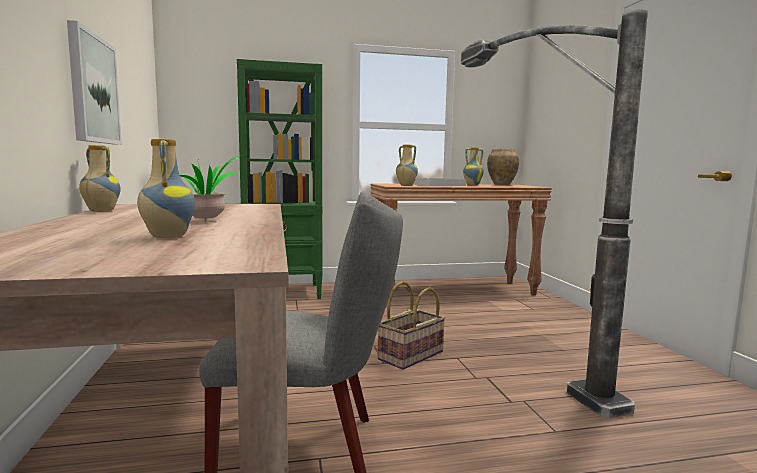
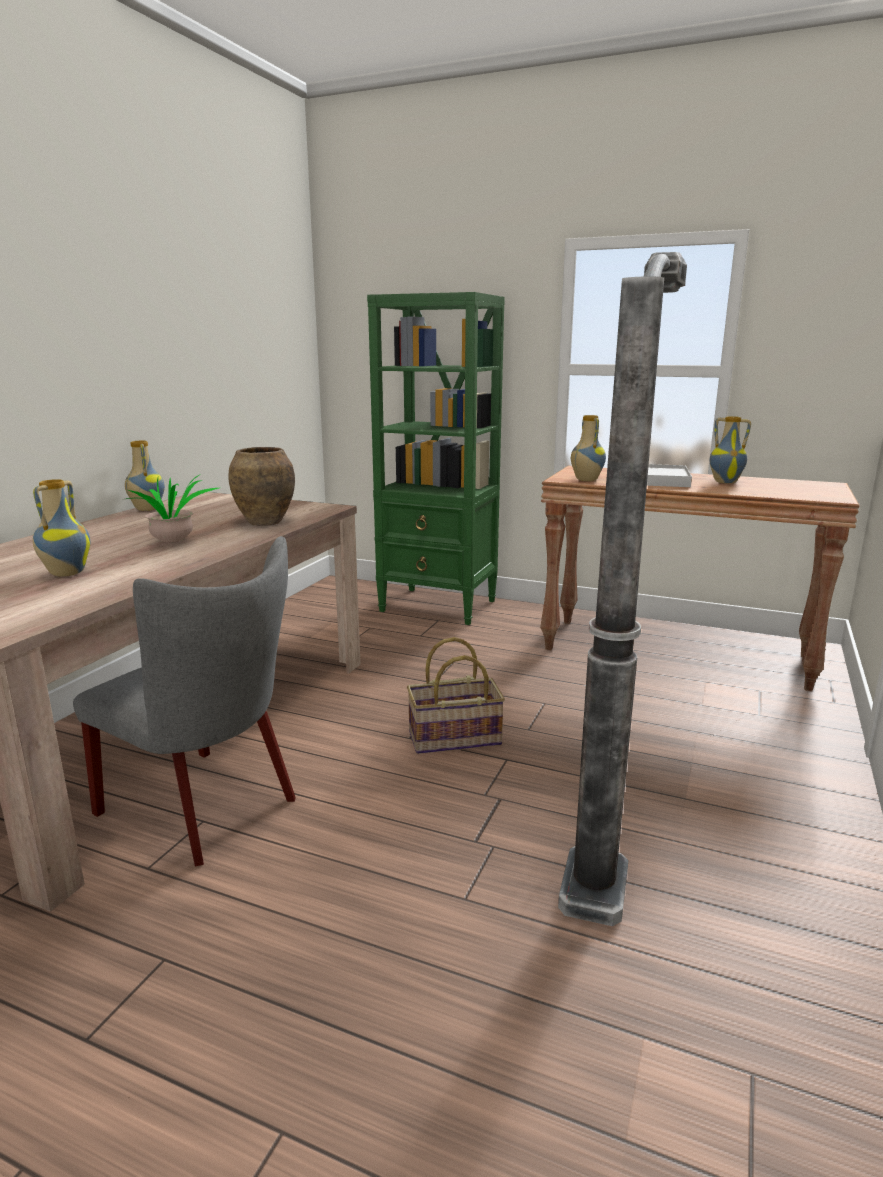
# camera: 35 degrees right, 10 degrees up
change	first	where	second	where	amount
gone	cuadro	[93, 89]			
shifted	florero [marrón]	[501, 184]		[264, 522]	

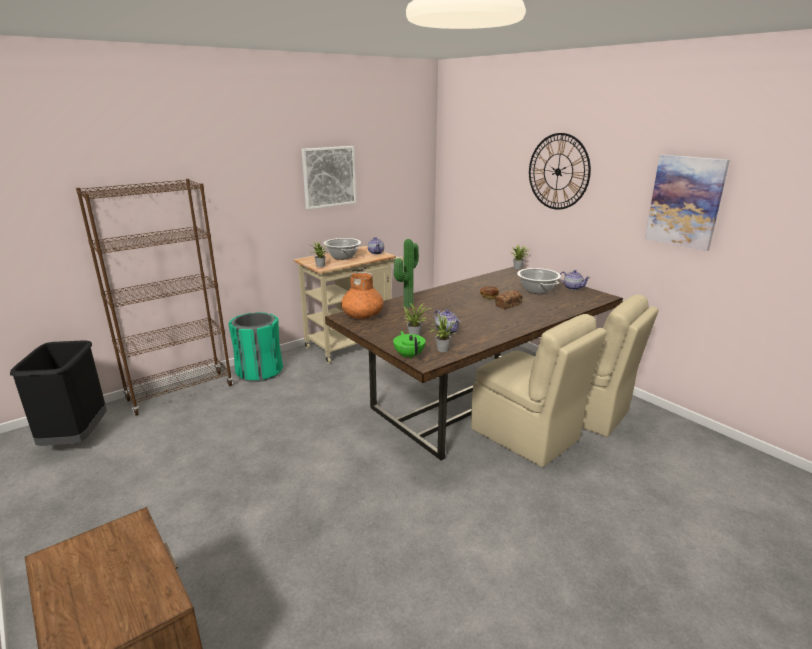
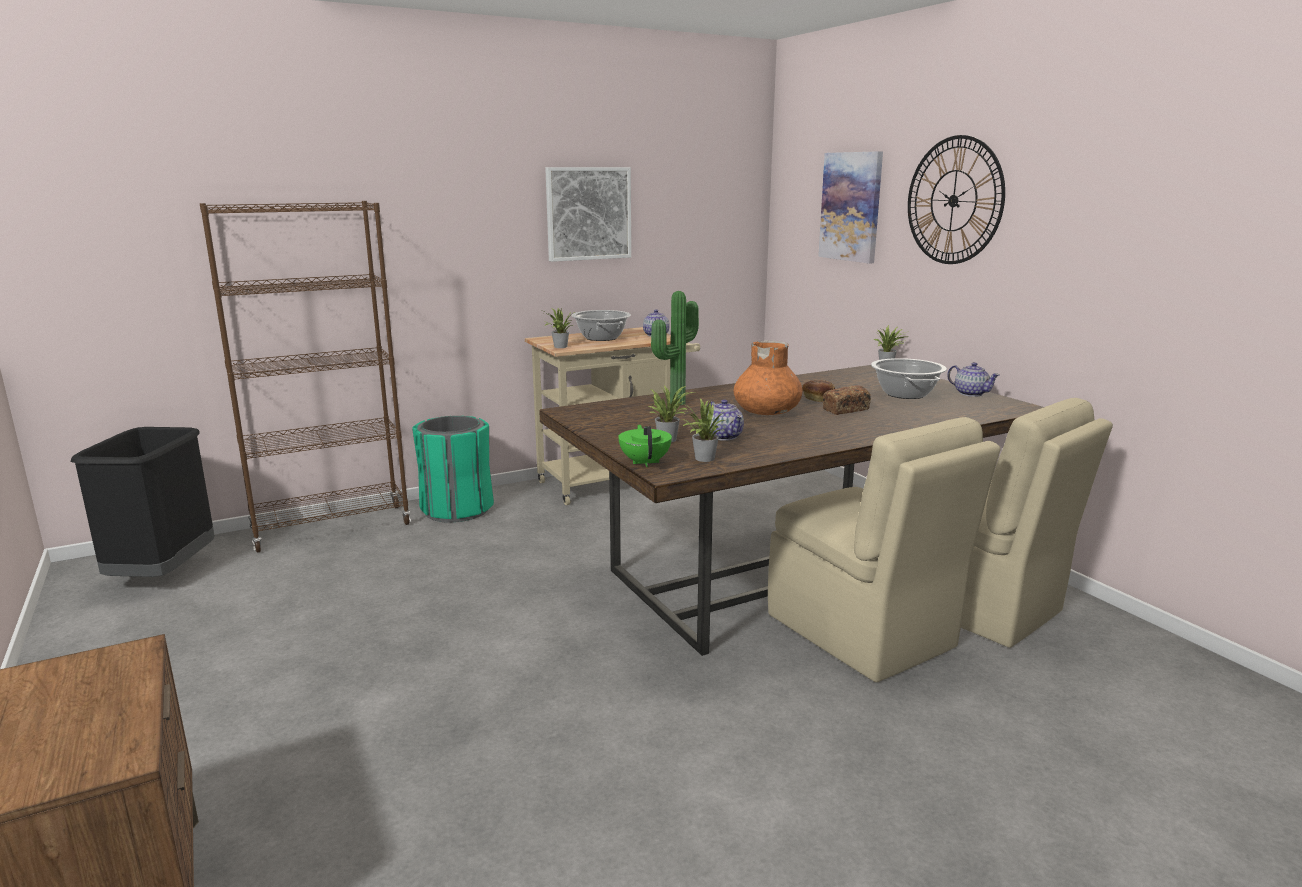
# camera: 10 degrees right, 5 degrees down
change	first	where	second	where	amount
shifted	cuadro	[685, 201]		[851, 207]	
shifted	florero [naranja]	[363, 316]		[767, 412]	

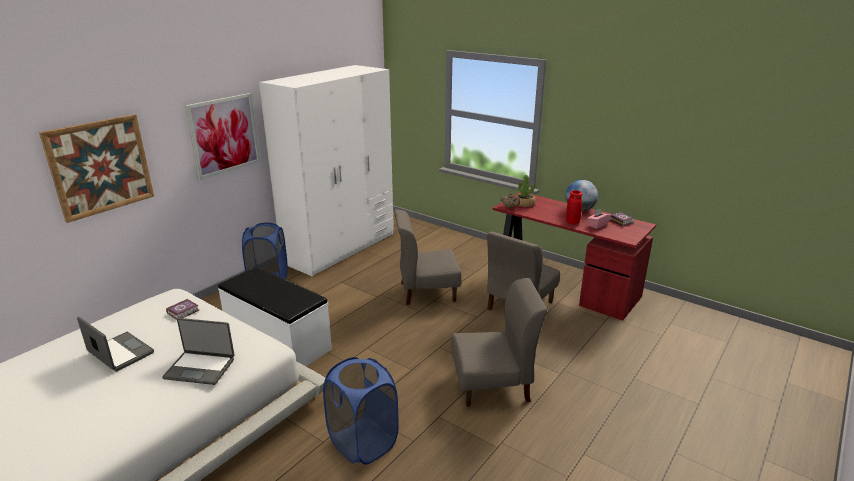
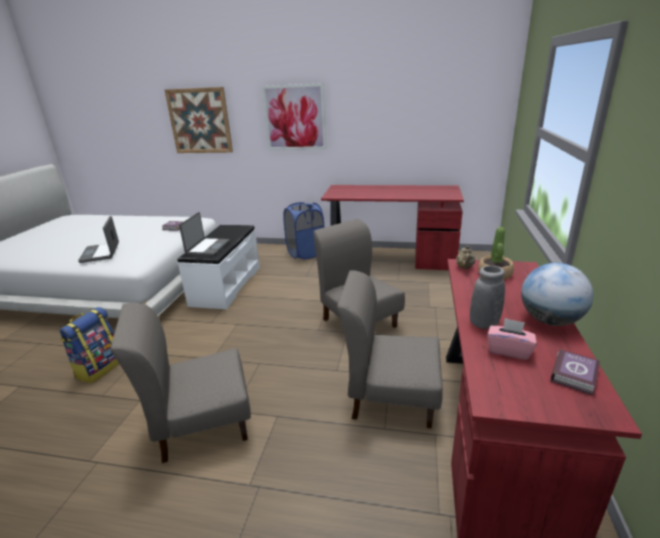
# camera: 65 degrees right, 0 degrees up
change	first	where	second	where	amount
swapped	armario ropero [blanco]	[340, 248]	escritorio [rojo]	[390, 257]	
repainted	florero [rojo]	[572, 222]	florero [gris]	[484, 323]	
rotated	silla [gris]	[492, 385]		[202, 424]	105 degrees clockwise
shifted	portátil	[119, 353]		[207, 248]	
swapped	cesto de la ropa [azul]	[363, 442]	mochila	[100, 368]	

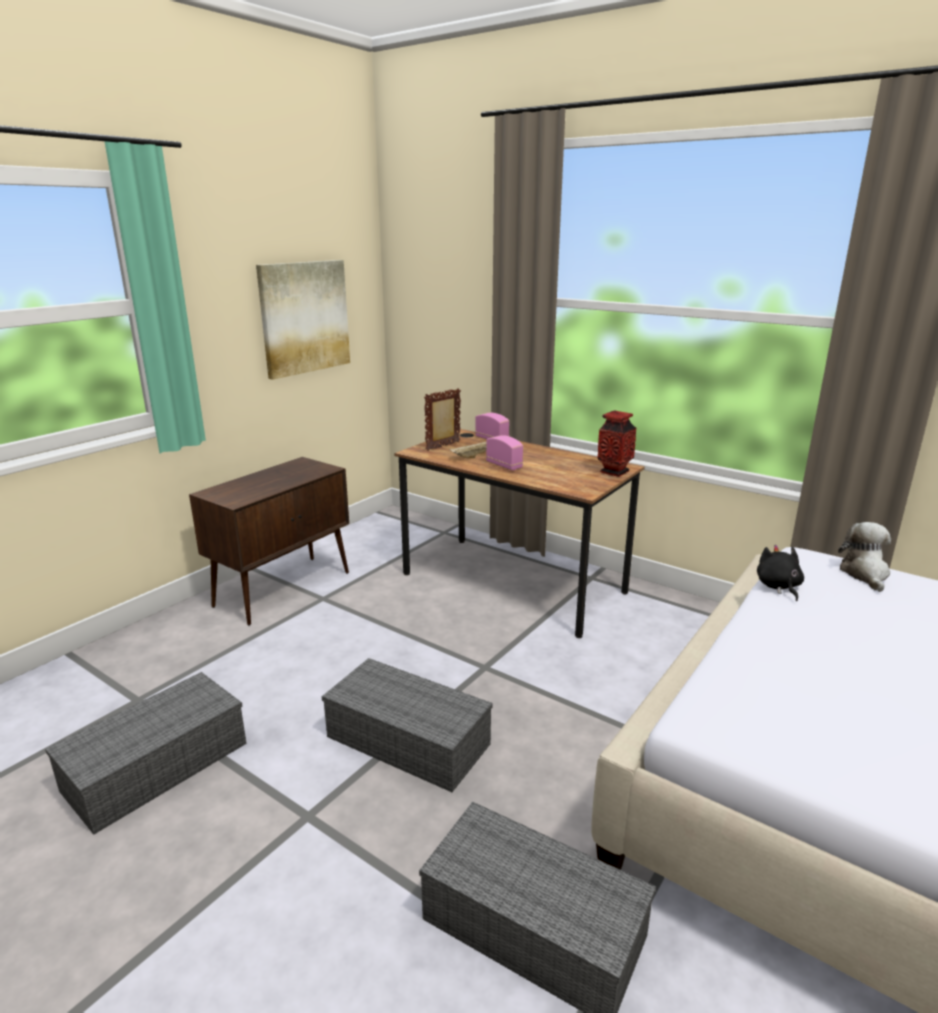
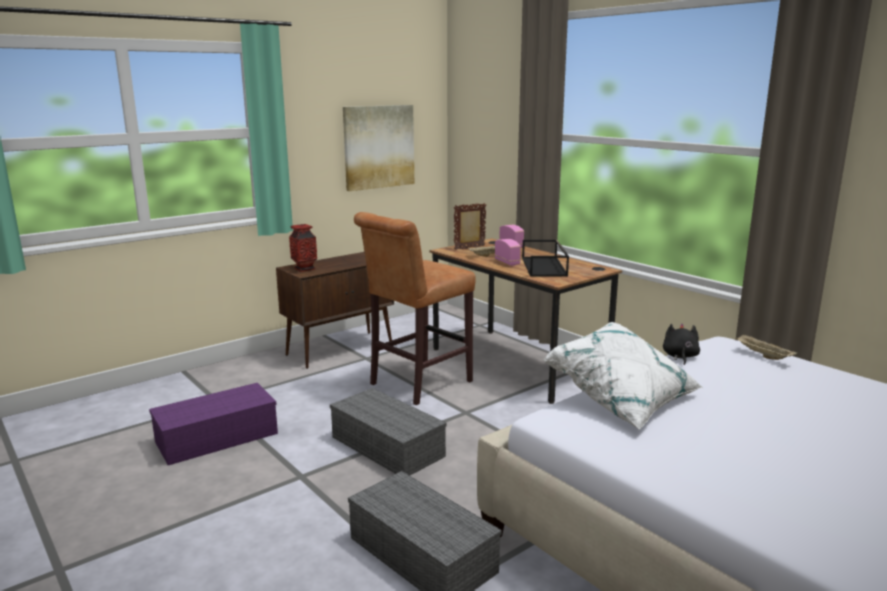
# camera: 15 degrees right, 5 degrees down
change	first	where	second	where	amount
shifted	florero	[614, 472]		[304, 269]	
swapped	peluche	[865, 574]	bandeja [beis]	[762, 355]	
repainted	caja de almacenaje [gris]	[158, 764]	caja de almacenaje [morado]	[218, 436]	
new			taburete [marrón]	[416, 384]	
new			bandeja [negro]	[544, 267]	
new			cojín [blanco]	[622, 398]	

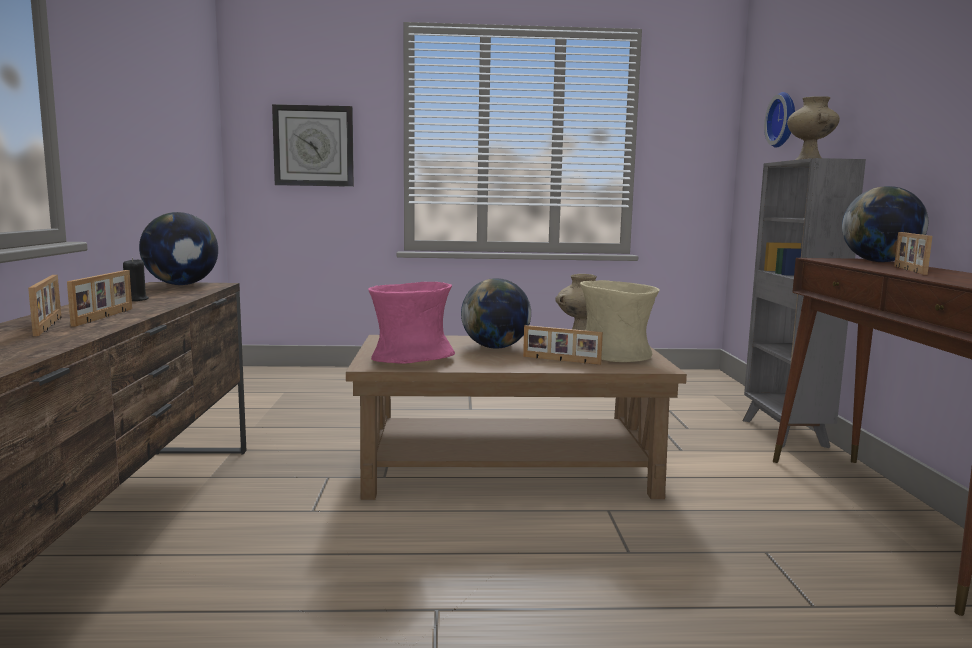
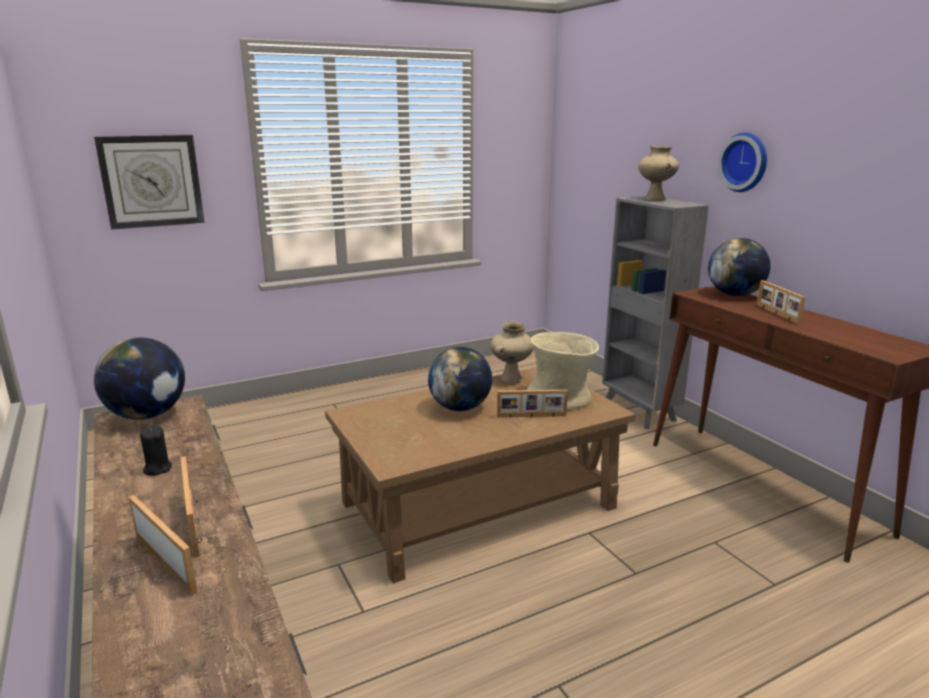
# camera: 25 degrees left, 10 degrees up
change	first	where	second	where	amount
shifted	reloj de pared	[784, 120]		[745, 162]	
gone	florero [rosa]	[411, 359]			

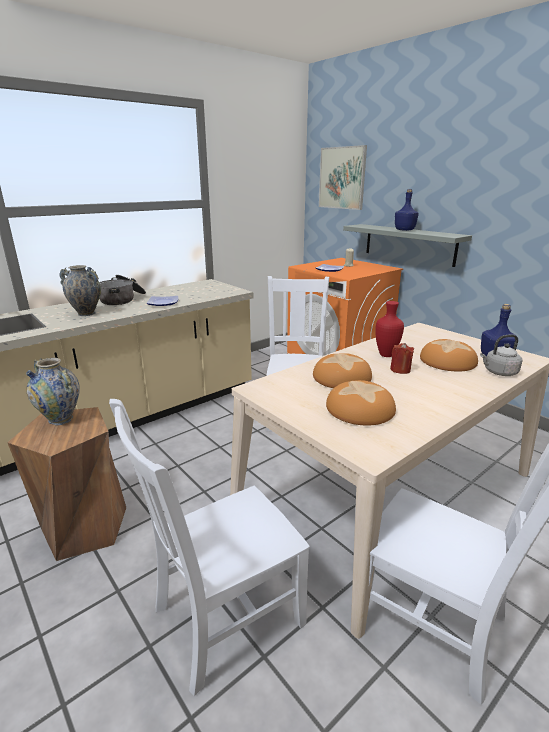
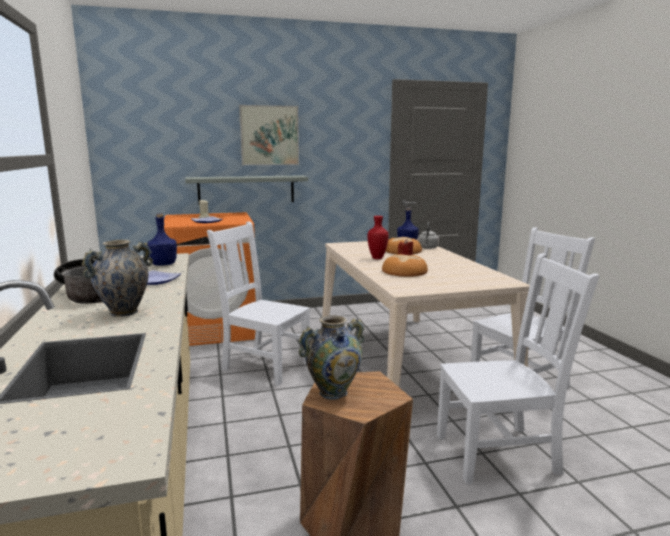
# camera: 65 degrees left, 10 degrees down
change	first	where	second	where	amount
shifted	cuadro	[342, 178]		[269, 135]	
shifted	botella [azul]	[404, 230]		[163, 264]	
gone	pan	[360, 409]			
rotated	silla [blanco]	[223, 618]		[500, 453]	90 degrees counterclockwise

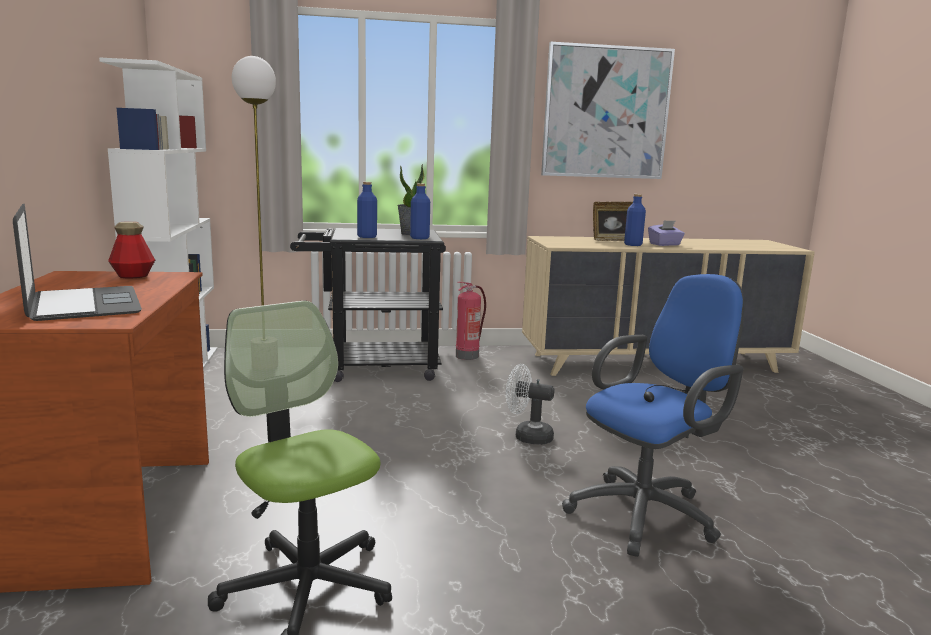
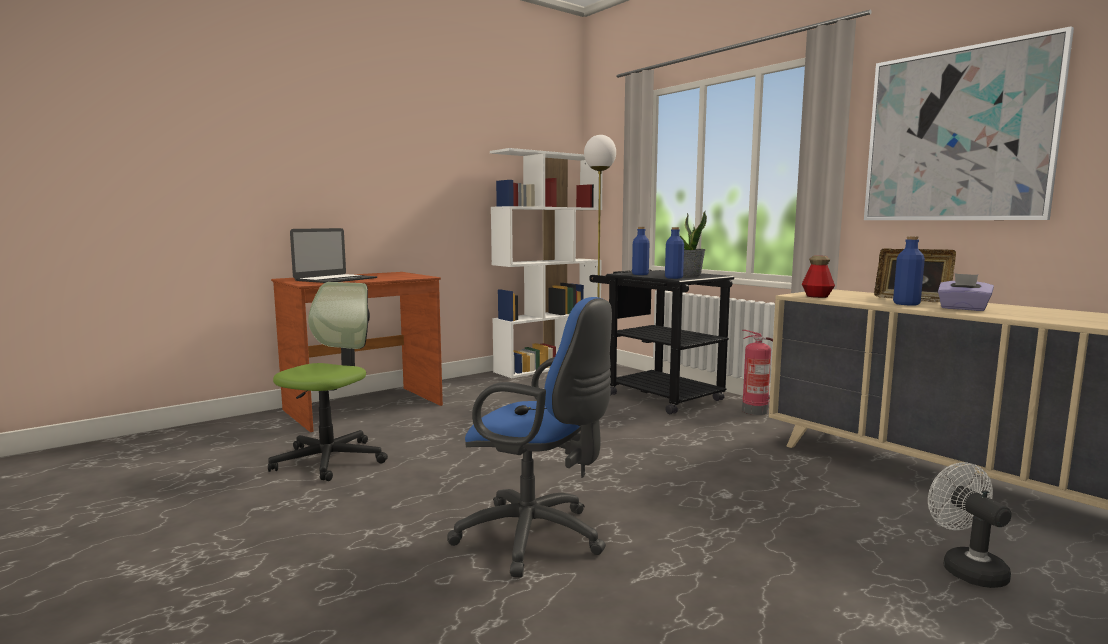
# camera: 60 degrees right, 5 degrees down
change	first	where	second	where	amount
shifted	botella	[133, 276]		[817, 296]	
shifted	ventilador [blanco]	[527, 436]		[966, 568]	

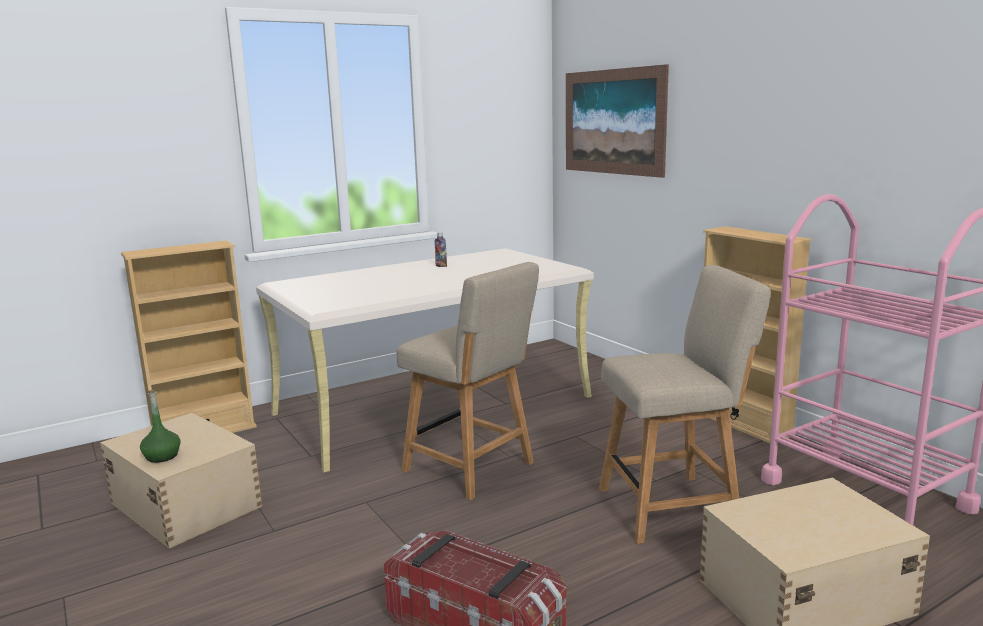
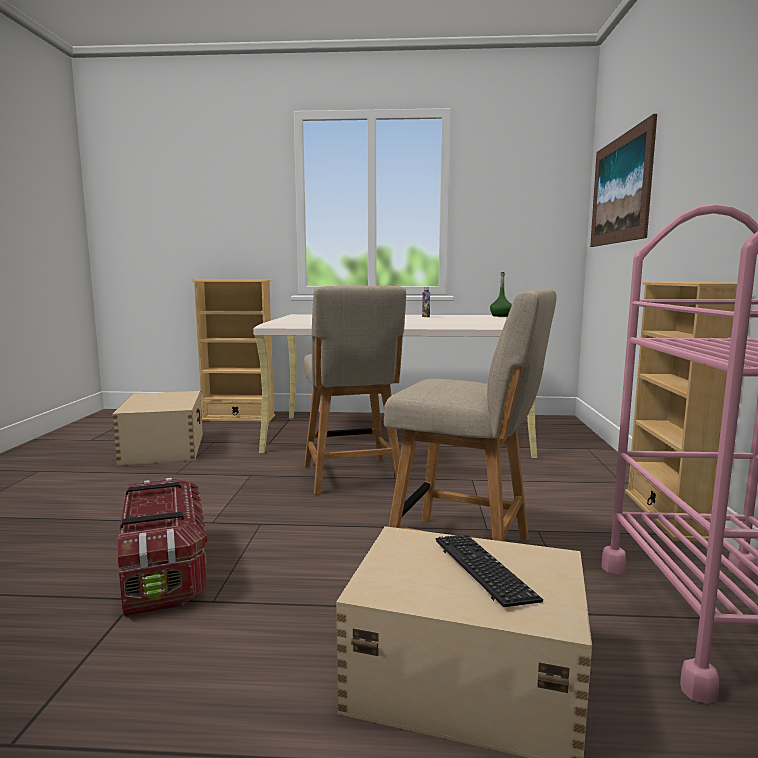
# camera: 35 degrees right, 5 degrees down
change	first	where	second	where	amount
shifted	botella [verde]	[162, 456]		[501, 316]	
new			teclado	[483, 571]	

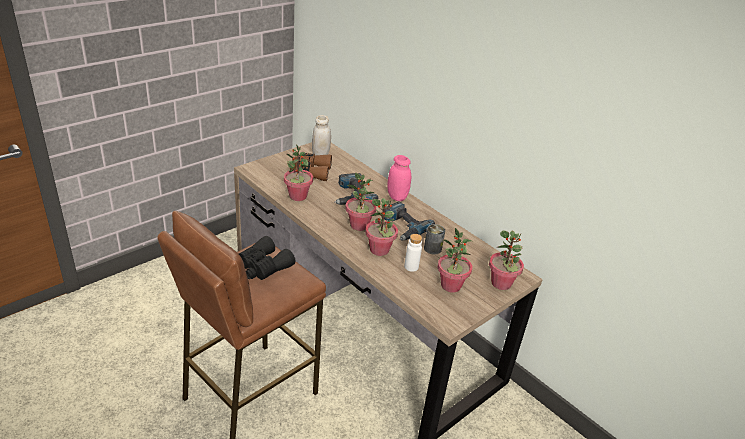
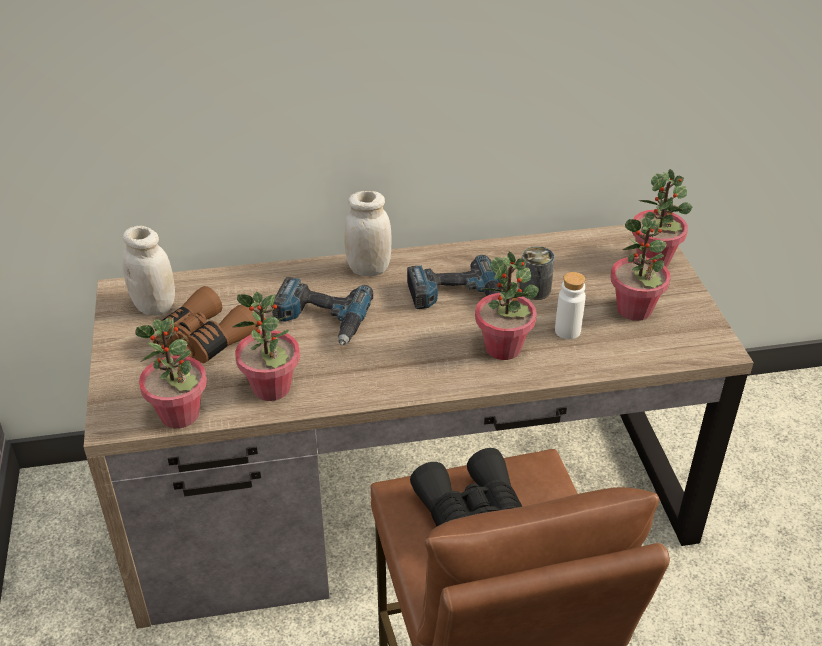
# camera: 55 degrees left, 5 degrees up
change	first	where	second	where	amount
repainted	tarro [rosa]	[397, 197]	tarro [blanco]	[368, 269]	
shifted	planta en maceta	[359, 225]		[180, 415]	

